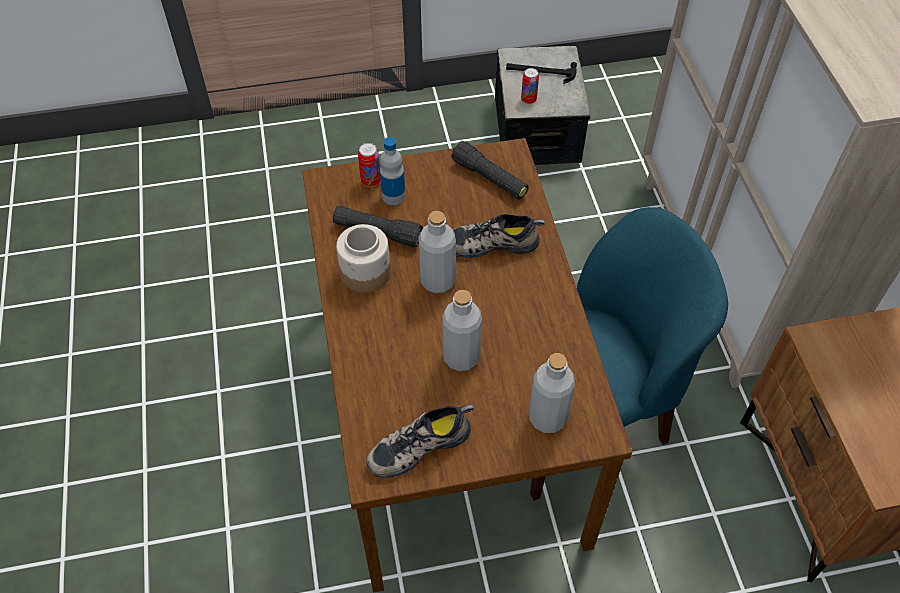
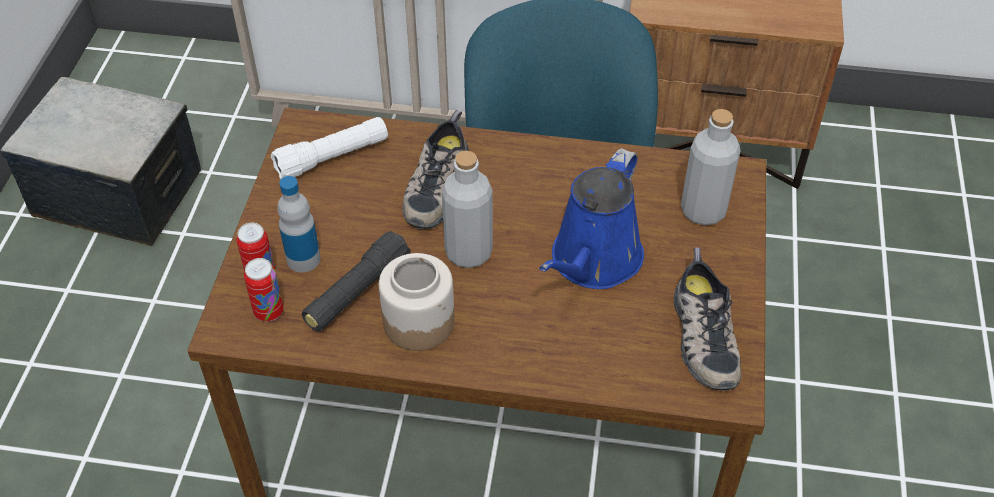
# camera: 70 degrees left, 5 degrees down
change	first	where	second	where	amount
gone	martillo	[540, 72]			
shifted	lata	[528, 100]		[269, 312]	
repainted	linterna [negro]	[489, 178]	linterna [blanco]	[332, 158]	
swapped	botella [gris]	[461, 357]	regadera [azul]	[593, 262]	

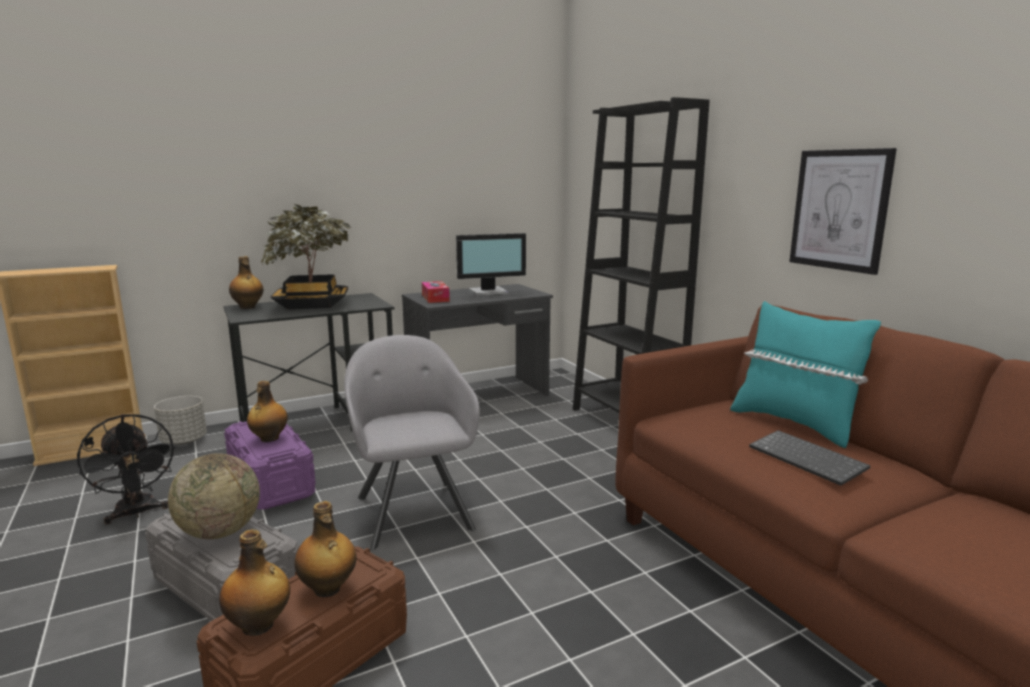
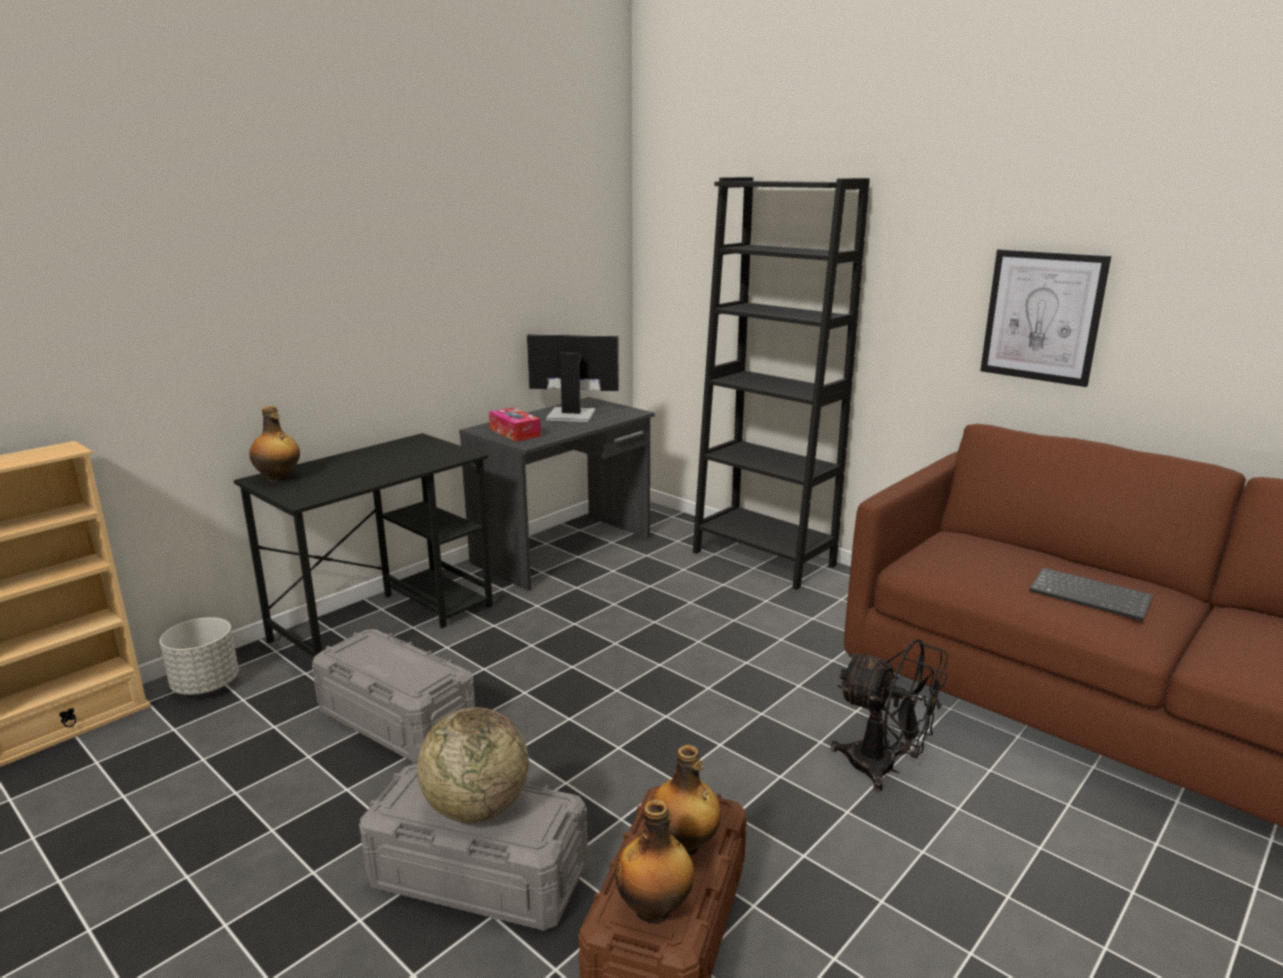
# camera: 20 degrees left, 5 degrees up
change	first	where	second	where	amount
gone	planta en maceta	[312, 304]			
rotated	monitor	[489, 292]		[571, 415]	135 degrees counterclockwise
gone	cojín [turquesa]	[794, 423]			
gone	sillón [gris]	[412, 509]			
gone	botella	[269, 439]			
shifted	ventilador [negro]	[137, 513]		[884, 768]	
repainted	caja de almacenaje [morado]	[271, 481]	caja de almacenaje [gris]	[397, 719]	

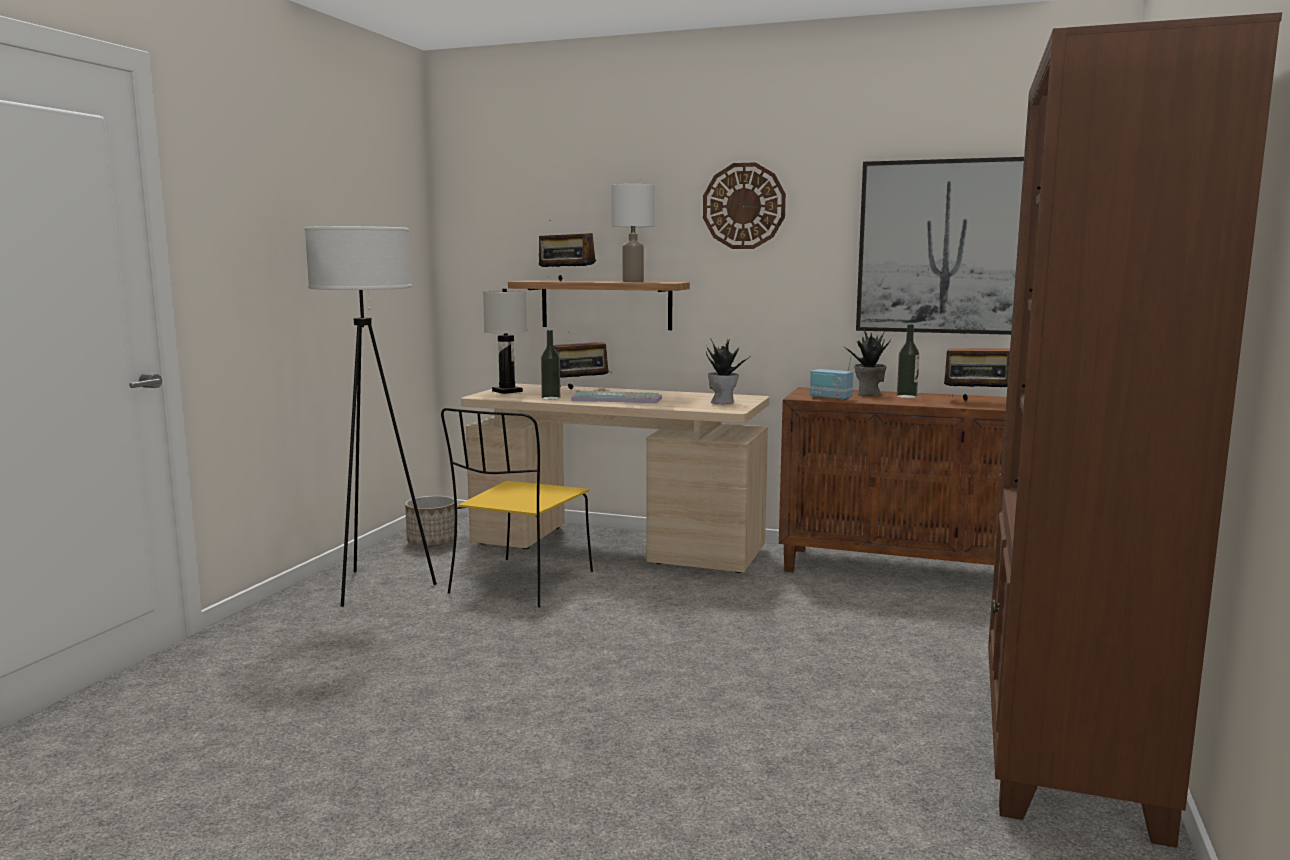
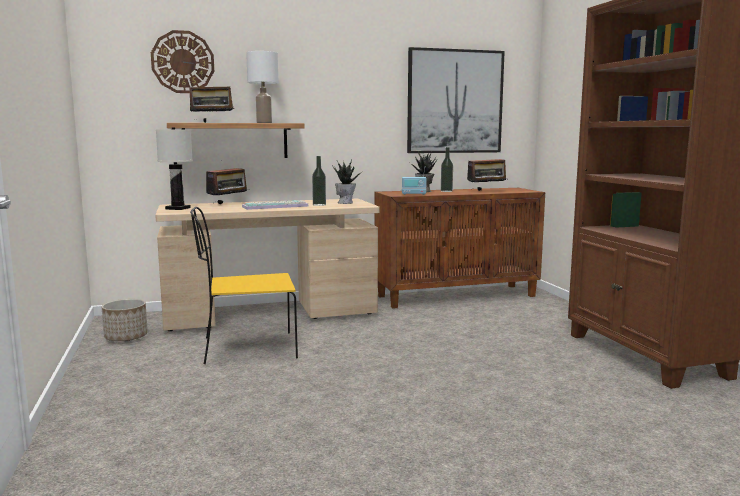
# camera: 35 degrees left, 0 degrees up
change	first	where	second	where	amount
shifted	reloj de pared	[744, 206]		[183, 62]	
gone	lámpara de pie [blanco]	[377, 586]			
shifted	botella	[551, 398]		[319, 205]	
rotated	silla [amarillo]	[520, 584]		[246, 348]	90 degrees clockwise

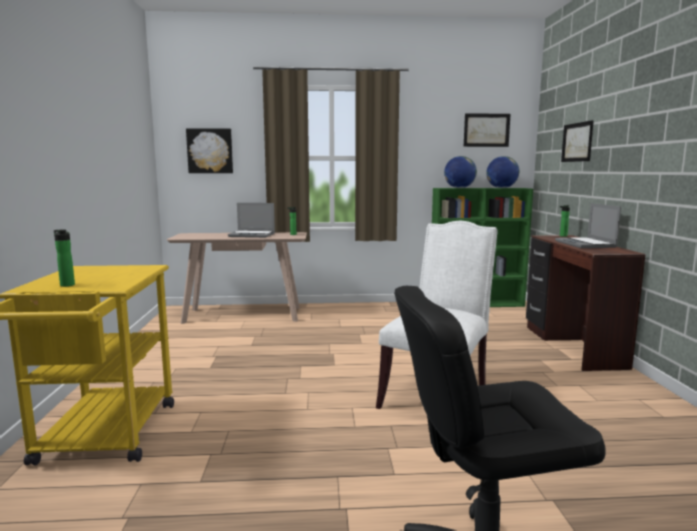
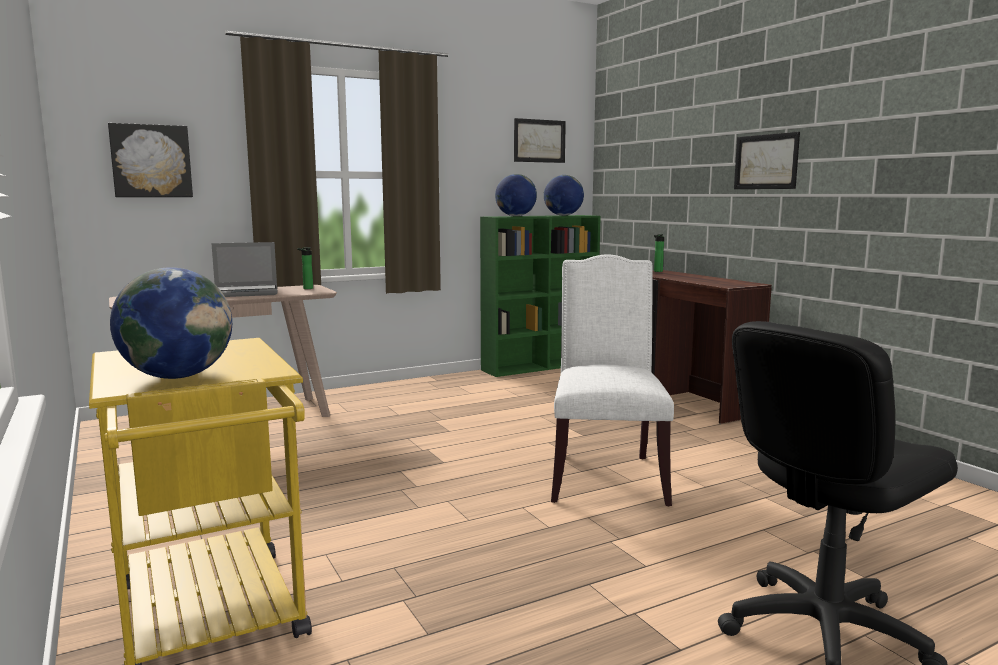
# camera: 25 degrees left, 0 degrees up
change	first	where	second	where	amount
shifted	cuadro	[577, 142]		[766, 162]	
gone	portátil	[586, 244]			
swapped	botella	[66, 285]	globo terráqueo	[177, 376]	

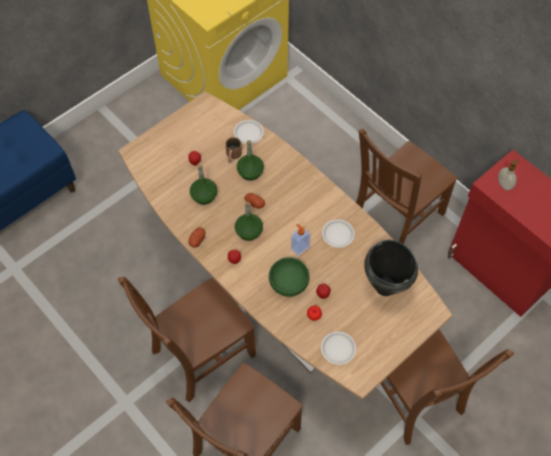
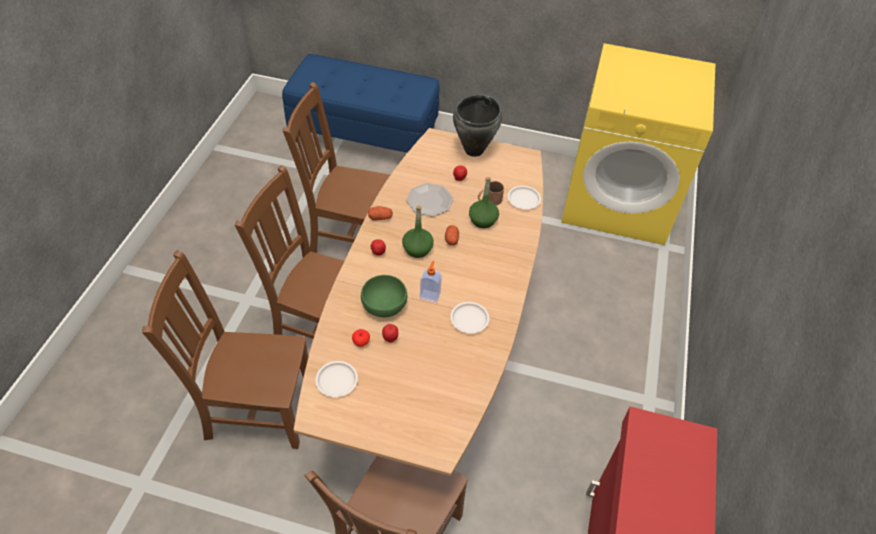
# camera: 55 degrees right, 10 degrees down
change	first	where	second	where	amount
shifted	silla [marrón]	[395, 218]		[352, 237]	
gone	dispensador de jabón	[504, 184]			
swapped	botella [verde]	[204, 196]	plato	[430, 201]	
shifted	olla [negro]	[385, 286]		[474, 150]	

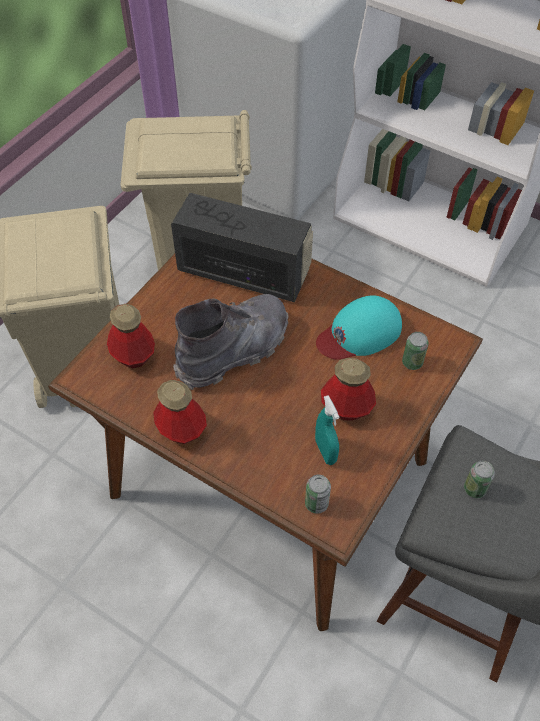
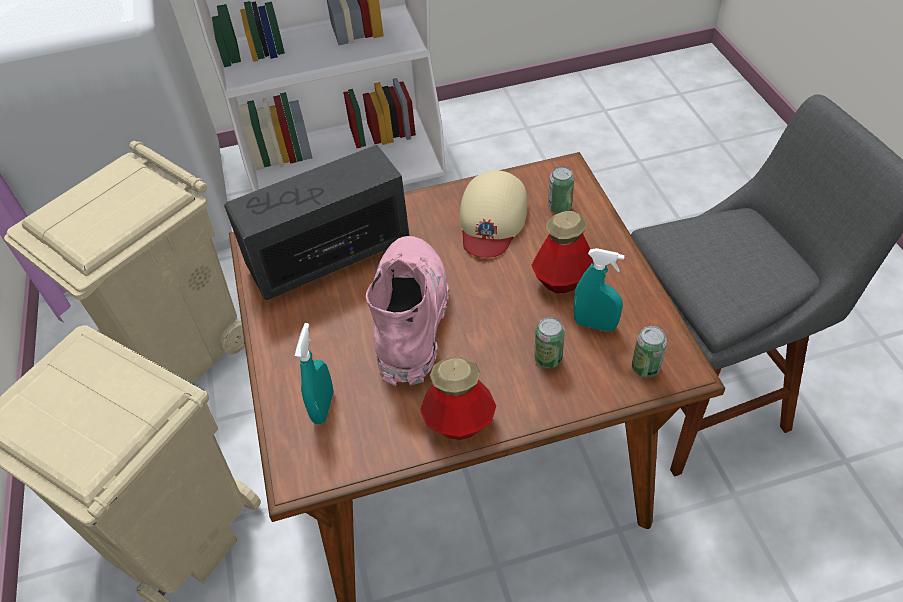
# camera: 45 degrees left, 5 degrees down
change	first	where	second	where	amount
repainted	bota [gris]	[234, 350]	bota [rosa]	[410, 319]	
repainted	gorra [turquesa]	[359, 333]	gorra [beis]	[492, 220]	
swapped	botella	[133, 355]	pulverizador [turquesa]	[323, 407]	
shifted	lata	[474, 489]		[548, 358]	

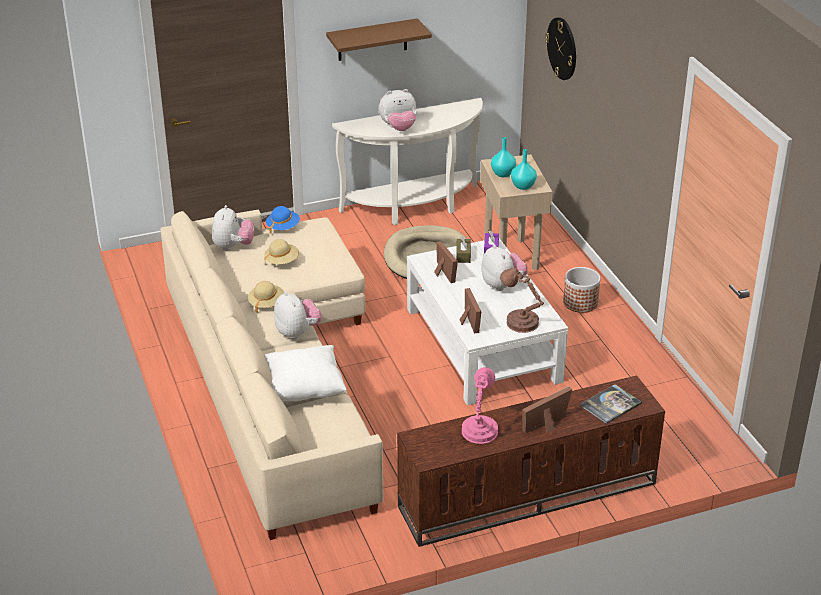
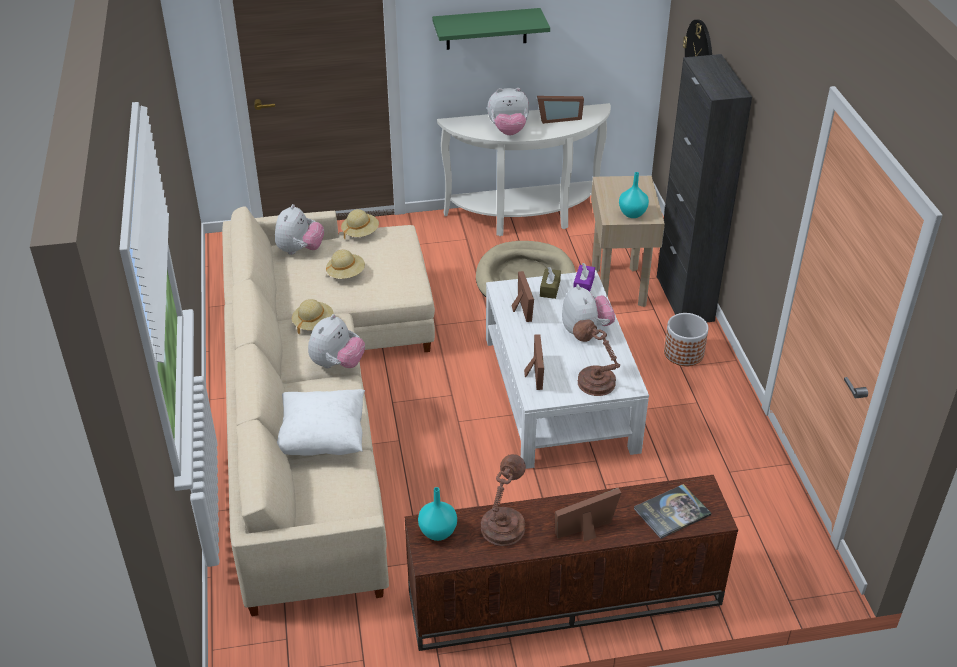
# camera: 10 degrees right, 5 degrees up
change	first	where	second	where	amount
repainted	estante [marrón]	[372, 40]	estante [verde]	[486, 29]	
shifted	florero [turquesa]	[502, 174]		[437, 532]	
repainted	sombrero [azul]	[283, 227]	sombrero [beis]	[360, 232]	
rotated	peluche	[297, 332]		[337, 364]	45 degrees clockwise
repainted	lámpara de mesa [rosa]	[480, 429]	lámpara de mesa [marrón]	[504, 525]	
new			armario [negro]	[684, 298]	
new			portarretratos	[558, 118]	

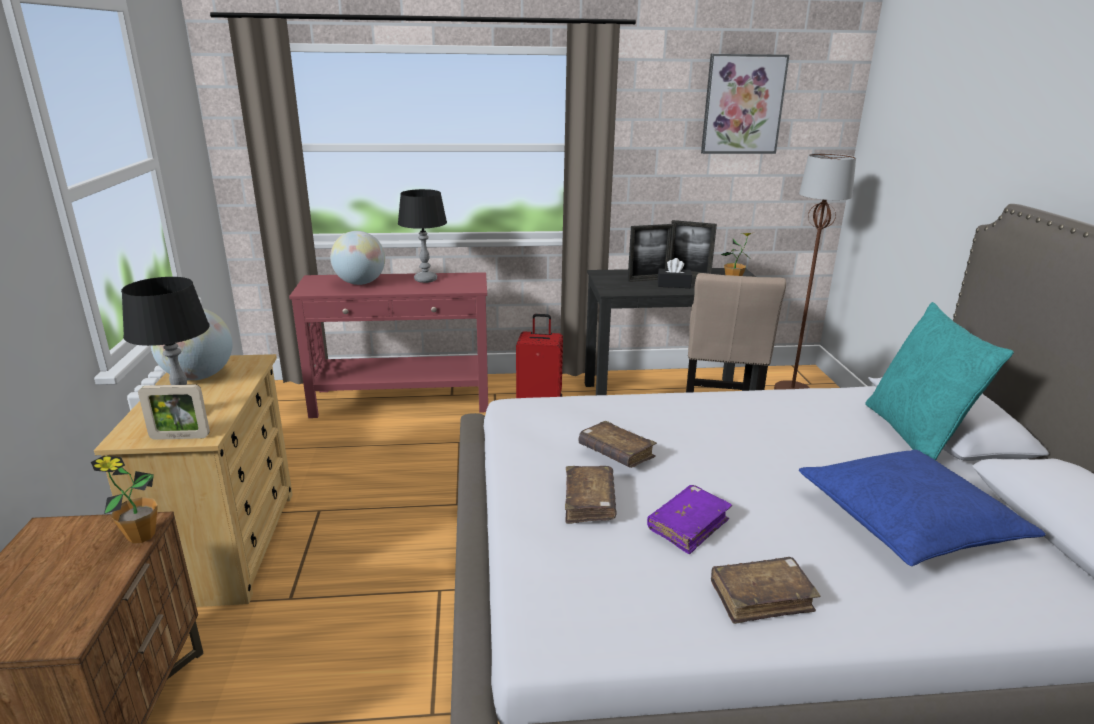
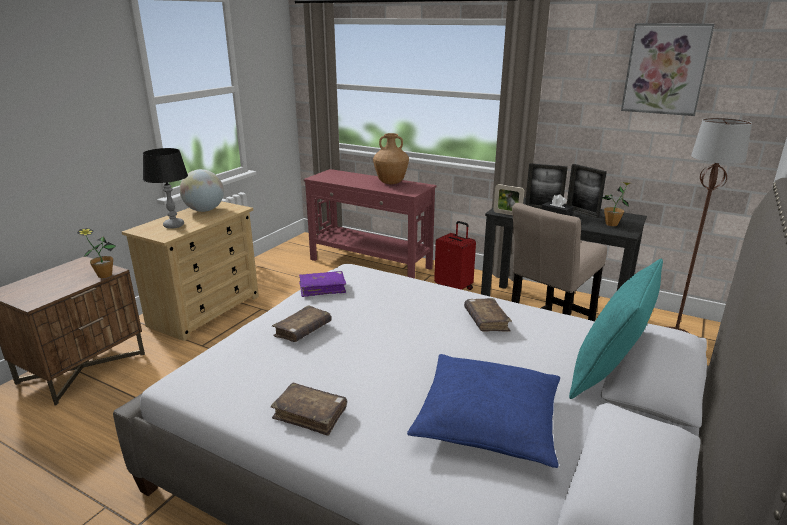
# camera: 35 degrees right, 0 degrees up
change	first	where	second	where	amount
swapped	lámpara de mesa [negro]	[425, 280]	florero [marrón]	[390, 183]	
gone	globo terráqueo	[360, 283]			
shifted	portarretratos	[180, 437]		[507, 214]	
shifted	libro [marrón]	[616, 453]		[486, 321]	
shifted	libro [morado]	[688, 526]		[322, 288]	

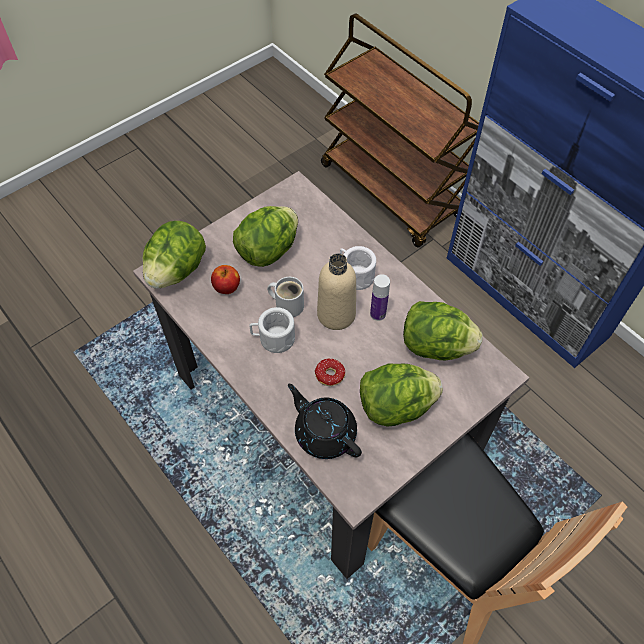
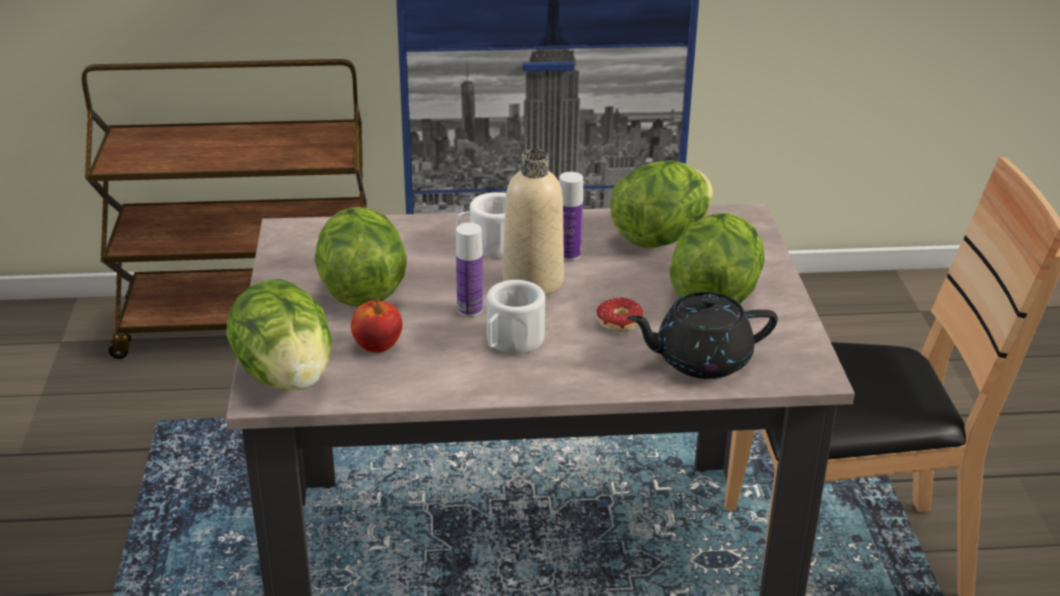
# camera: 55 degrees left, 25 degrees down
change	first	where	second	where	amount
swapped	taza grande [blanco]	[287, 304]	botella	[470, 310]	

